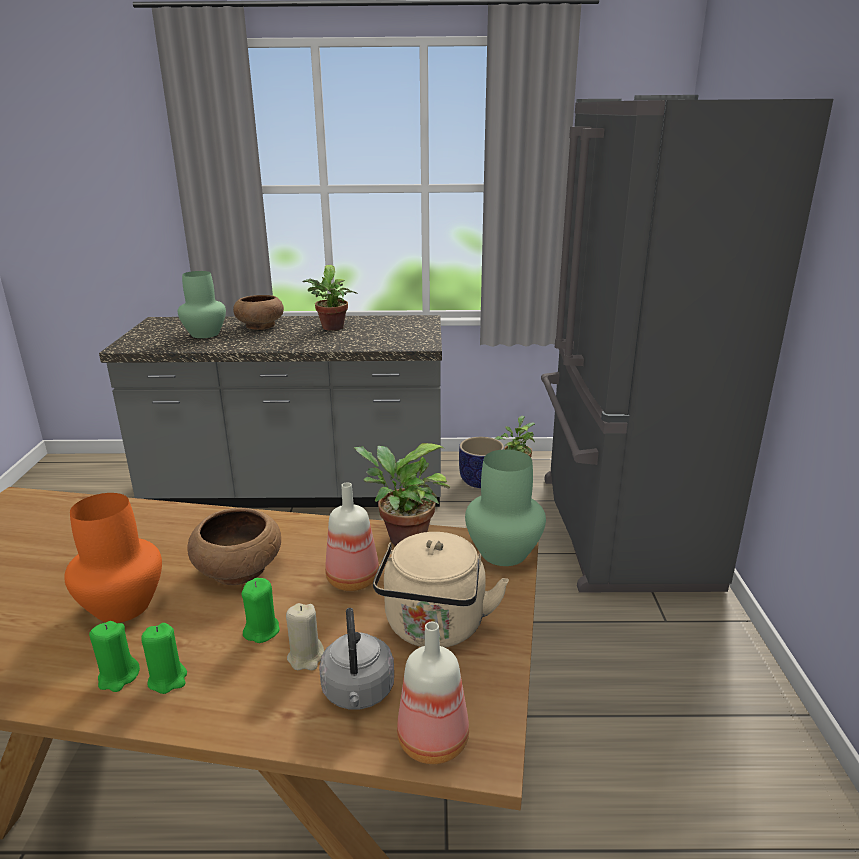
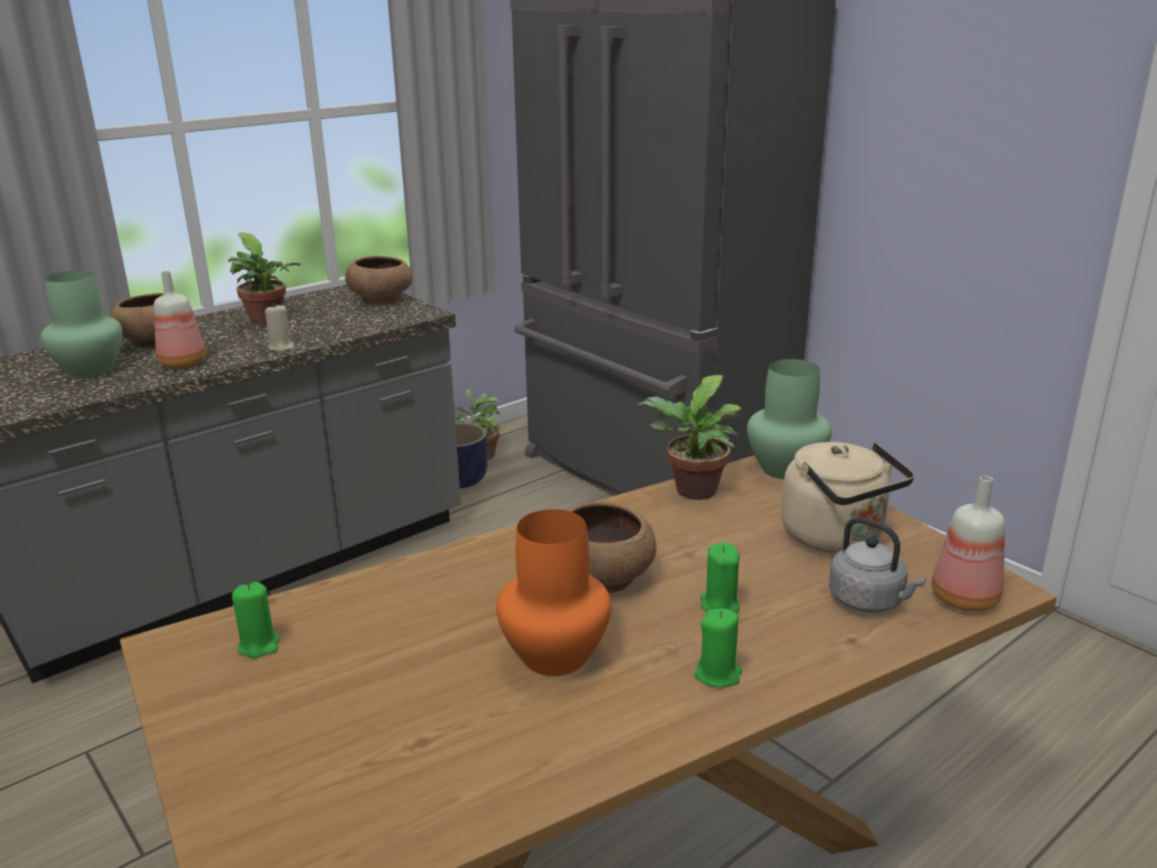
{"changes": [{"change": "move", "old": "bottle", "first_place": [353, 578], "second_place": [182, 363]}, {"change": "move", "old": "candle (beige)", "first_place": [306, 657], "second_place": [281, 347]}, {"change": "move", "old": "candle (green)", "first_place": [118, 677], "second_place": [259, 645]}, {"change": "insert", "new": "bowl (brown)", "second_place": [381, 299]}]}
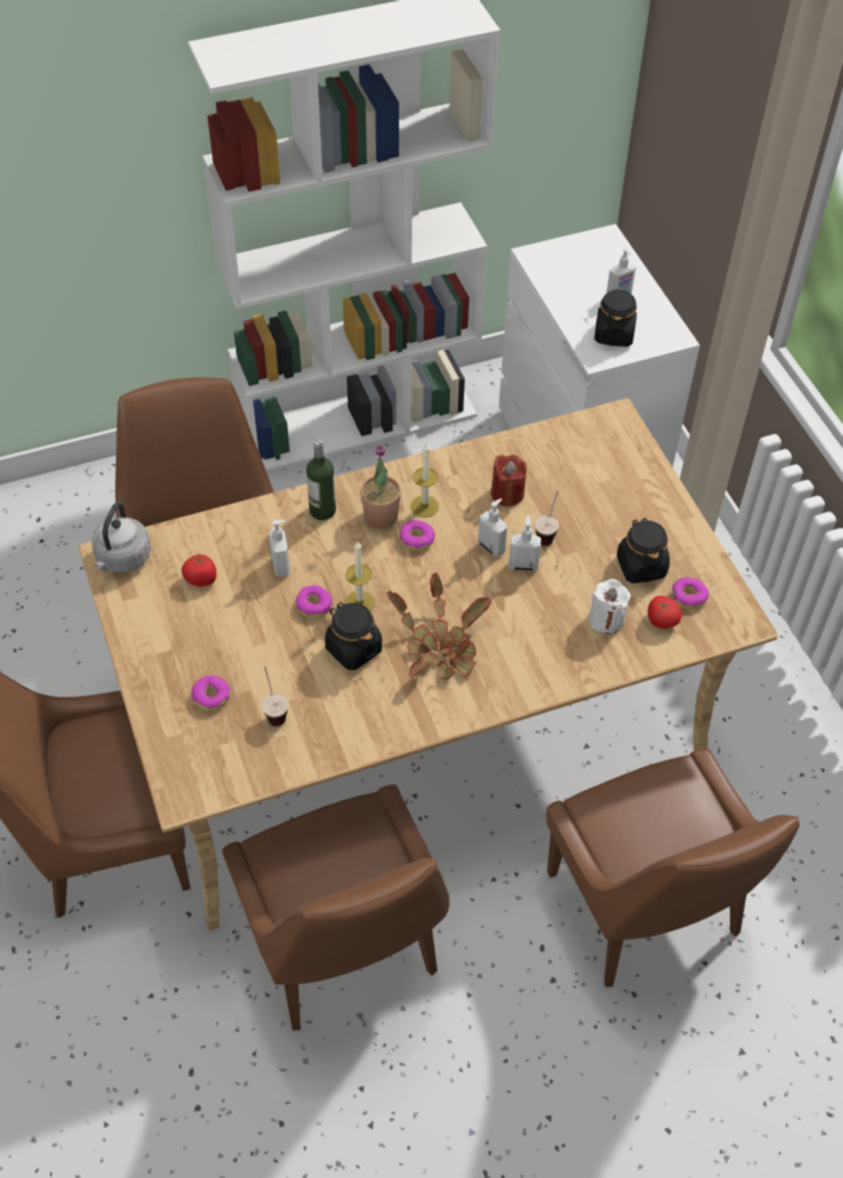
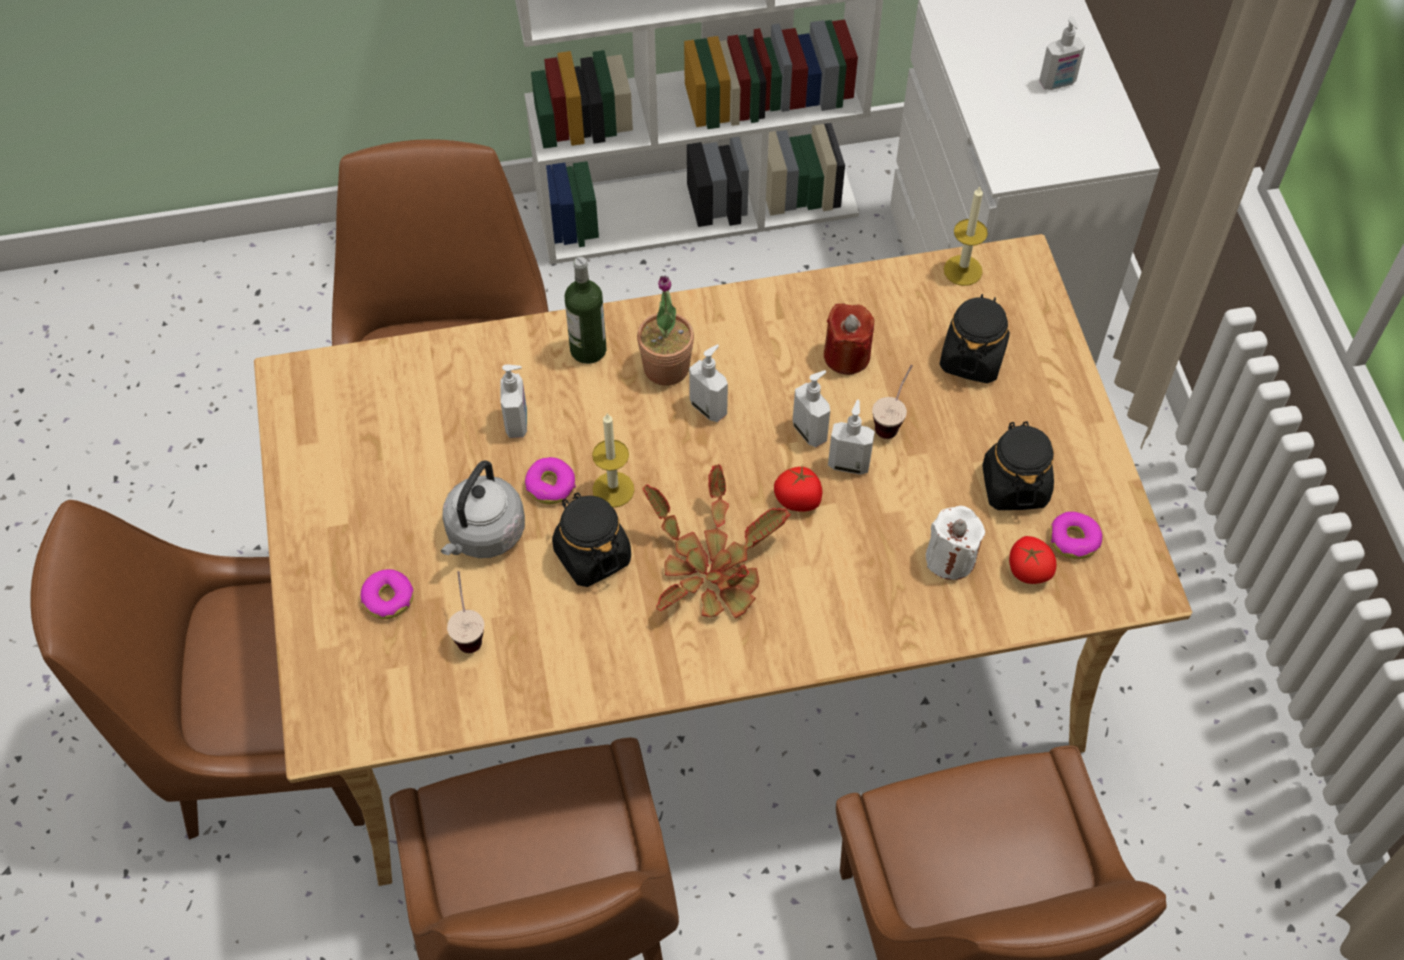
{"changes": [{"change": "move", "old": "jar (black)", "first_place": [613, 334], "second_place": [972, 358]}, {"change": "move", "old": "candle", "first_place": [424, 506], "second_place": [963, 270]}, {"change": "move", "old": "kettle (grey)", "first_place": [122, 559], "second_place": [483, 535]}, {"change": "replace", "old": "donut", "new": "soap dispenser", "first_place": [417, 539], "second_place": [709, 407]}, {"change": "move", "old": "tomato", "first_place": [201, 579], "second_place": [798, 500]}]}
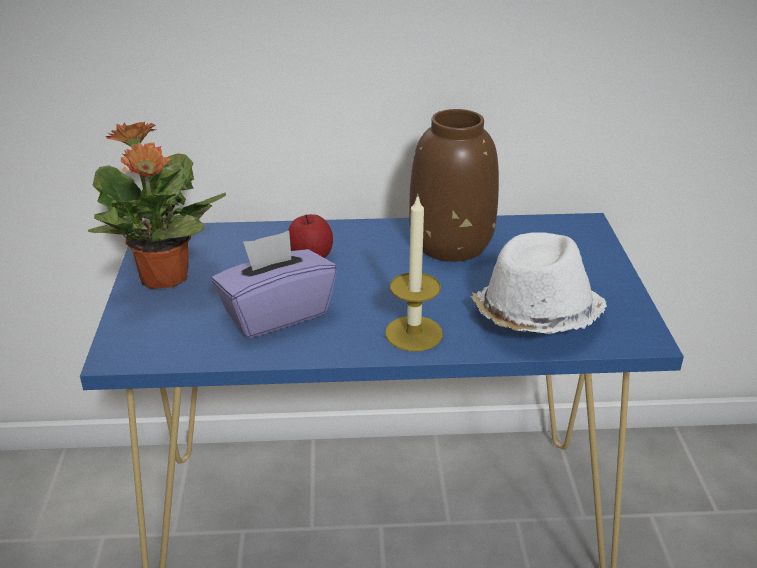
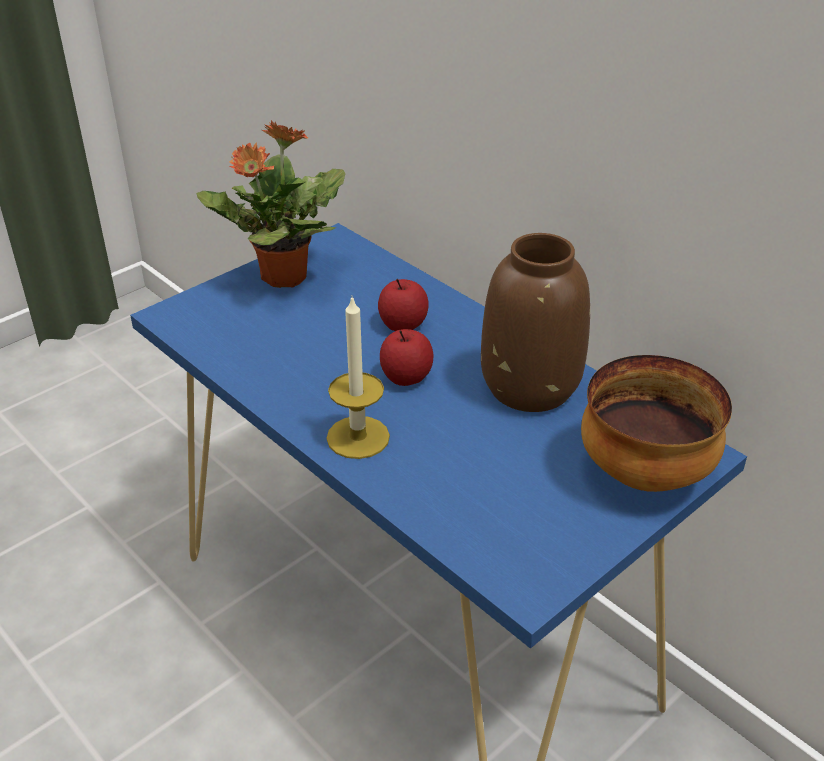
{"changes": [{"change": "delete", "old": "tissue box (purple)", "first_place": [276, 313]}, {"change": "delete", "old": "hat (white)", "first_place": [536, 316]}, {"change": "insert", "new": "apple", "second_place": [406, 377]}, {"change": "insert", "new": "bowl", "second_place": [646, 474]}]}
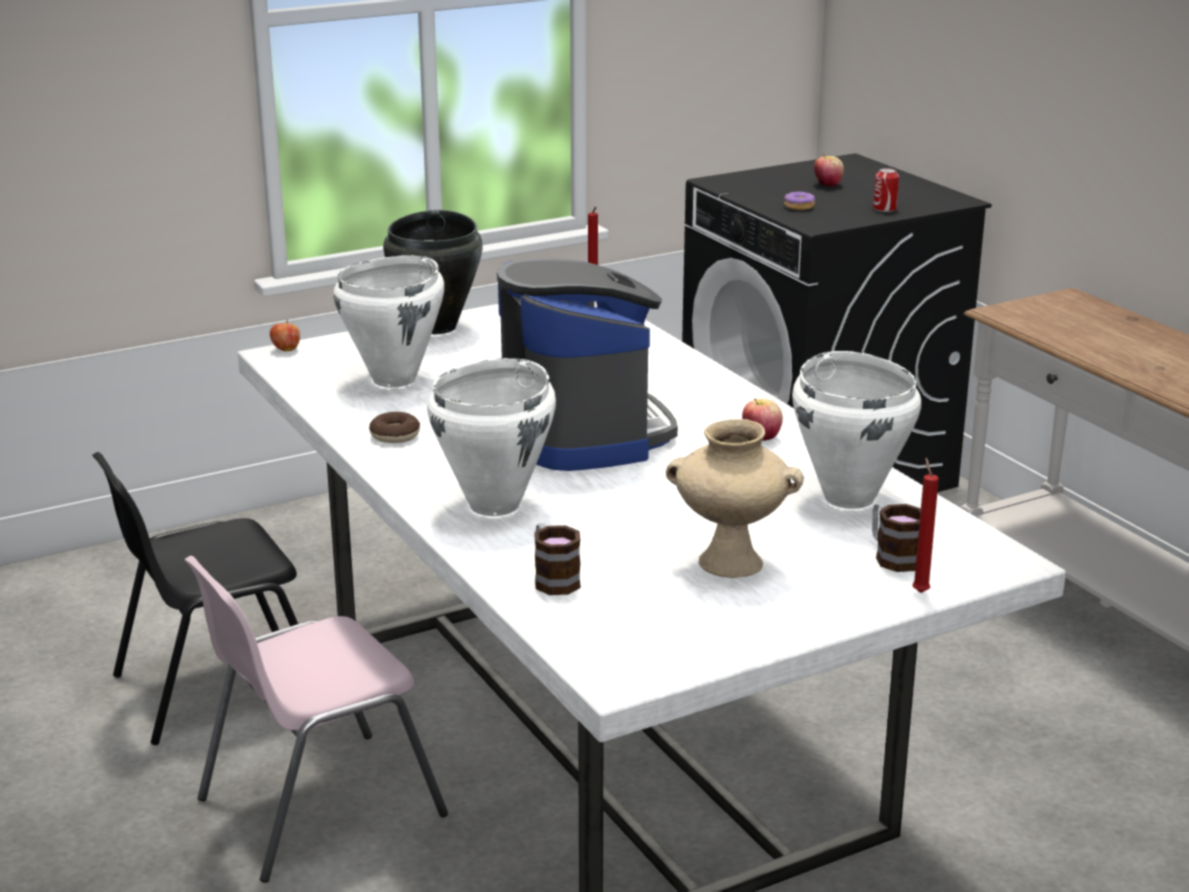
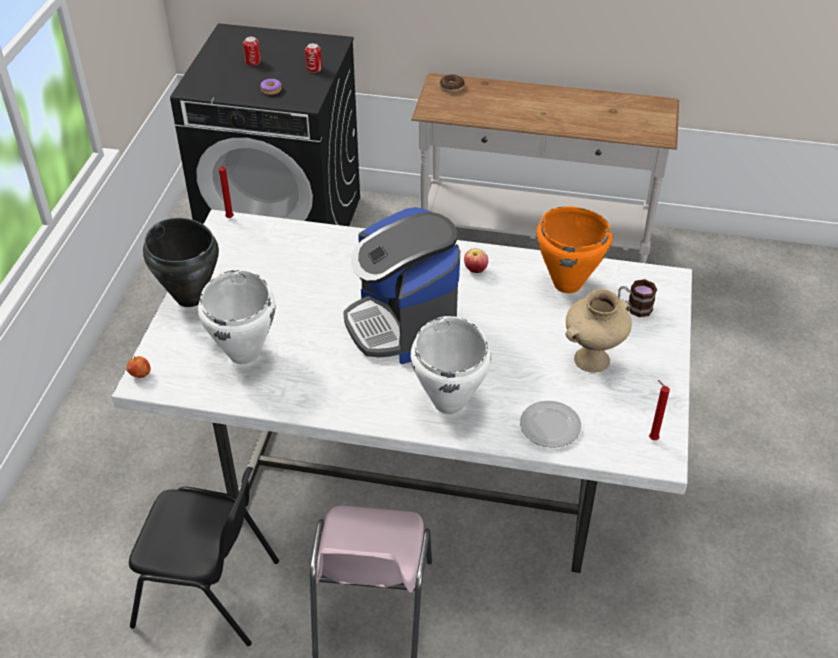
{"changes": [{"change": "replace", "old": "apple", "new": "can", "first_place": [827, 185], "second_place": [253, 62]}, {"change": "rotate", "old": "coffee machine", "first_place": [584, 434], "second_place": [402, 324], "degrees": -135}, {"change": "recolor", "old": "cooking pot (white)", "new": "cooking pot (orange)", "first_place": [849, 497], "second_place": [567, 283]}, {"change": "move", "old": "donut", "first_place": [395, 435], "second_place": [452, 87]}, {"change": "rotate", "old": "chair (black)", "first_place": [215, 687], "second_place": [209, 593], "degrees": -90}, {"change": "move", "old": "candle (red)", "first_place": [919, 591], "second_place": [651, 438]}, {"change": "replace", "old": "mug", "new": "plate", "first_place": [553, 579], "second_place": [549, 427]}]}
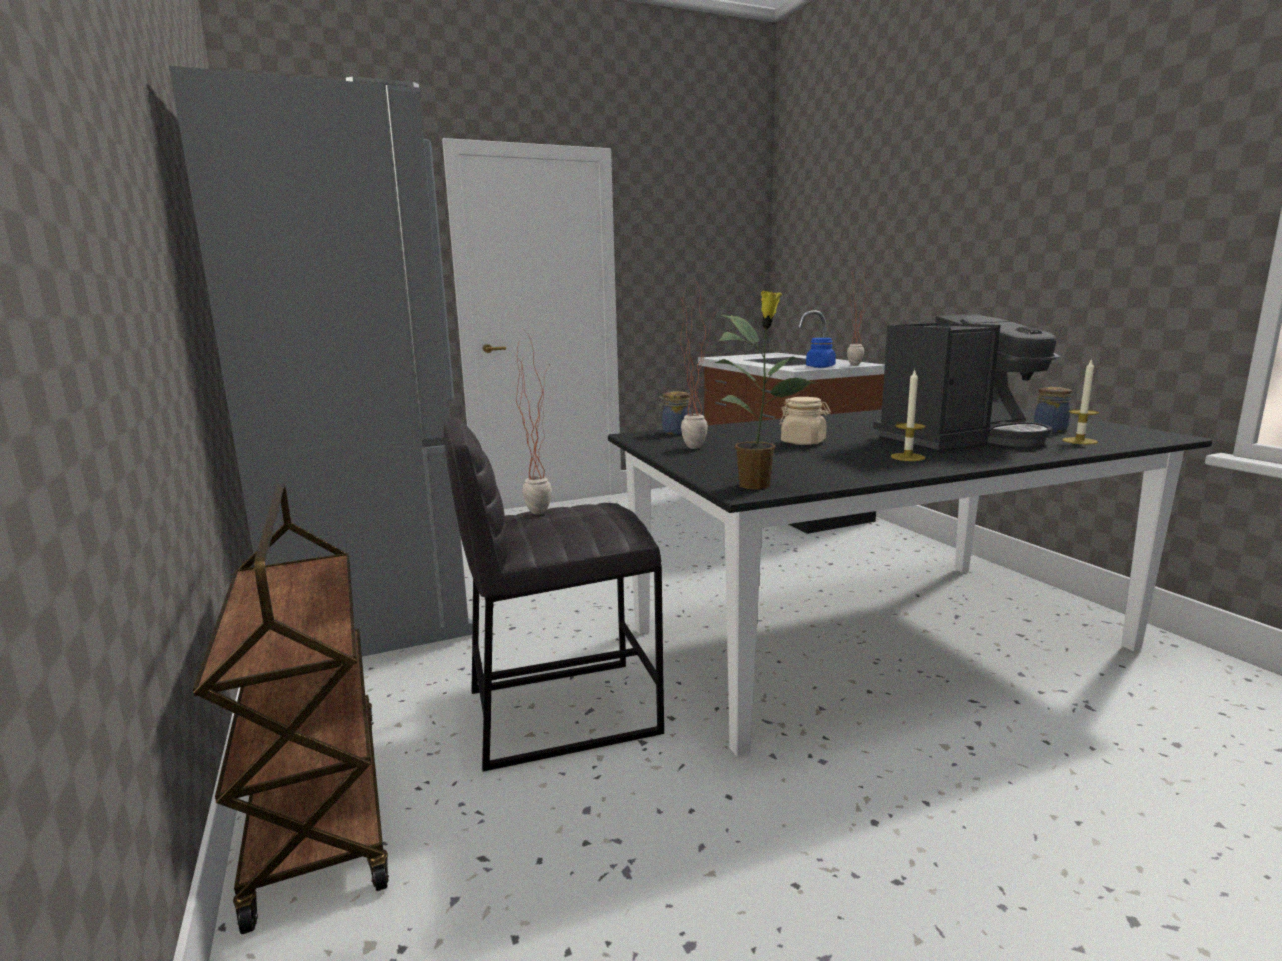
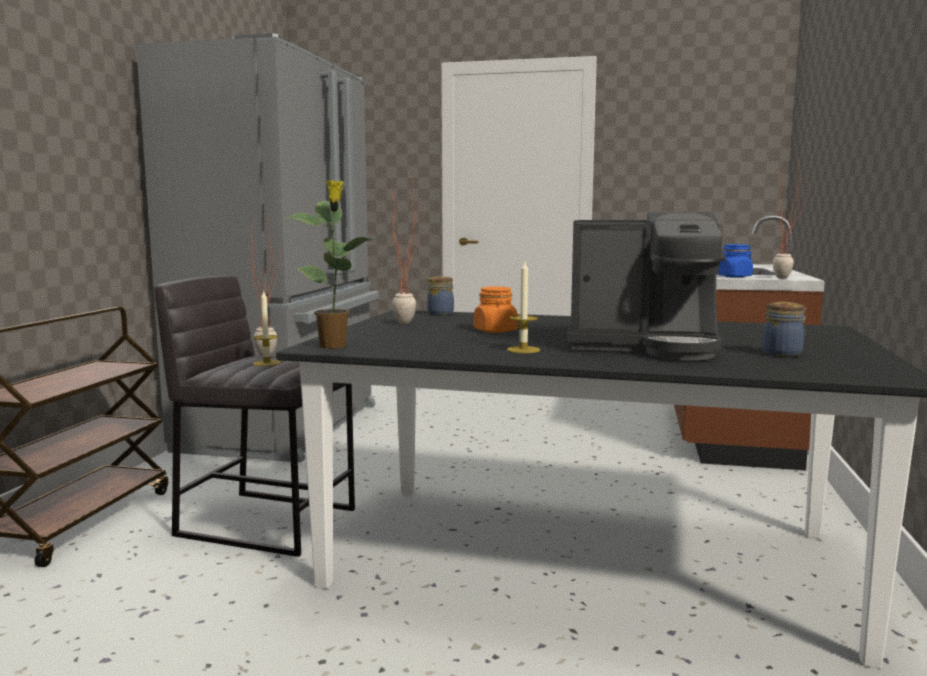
{"changes": [{"change": "move", "old": "candle", "first_place": [1079, 441], "second_place": [266, 363]}, {"change": "recolor", "old": "jar (beige)", "new": "jar (orange)", "first_place": [803, 442], "second_place": [495, 331]}]}
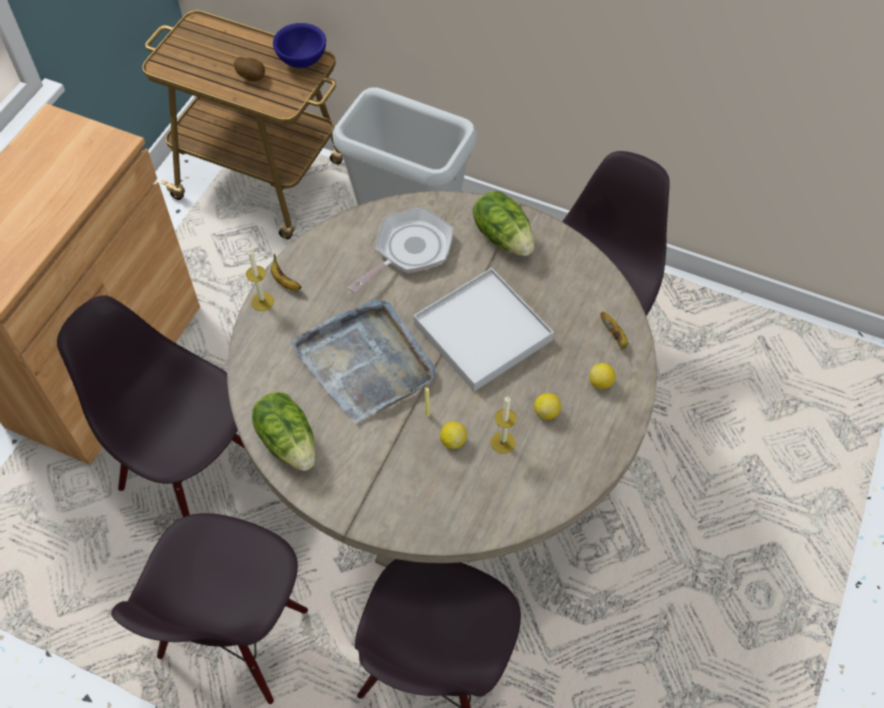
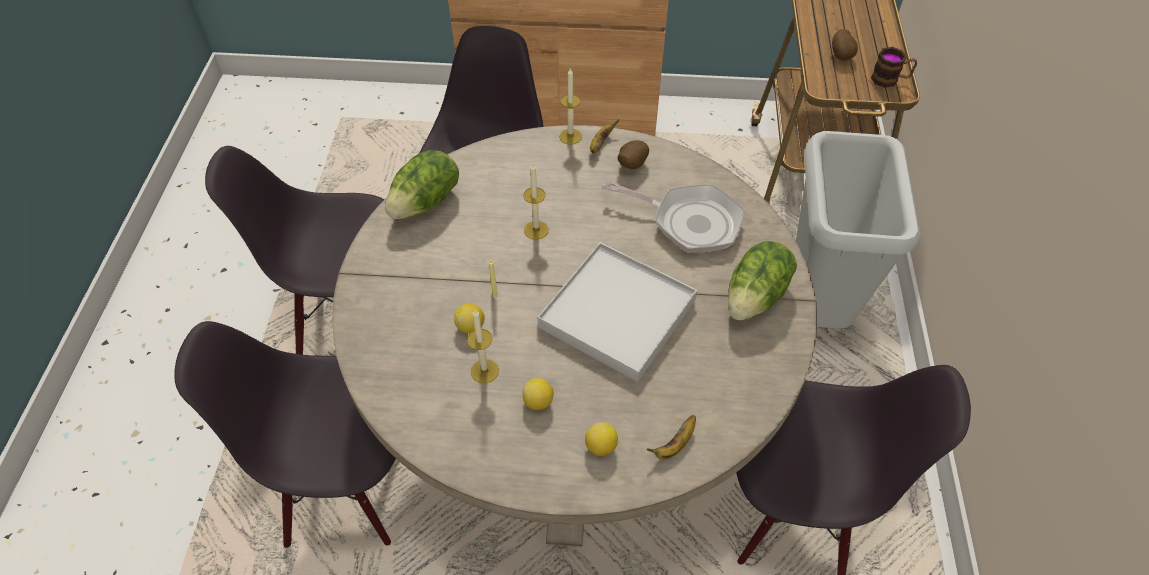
{"changes": [{"change": "replace", "old": "bowl (blue)", "new": "mug", "first_place": [301, 60], "second_place": [890, 79]}, {"change": "replace", "old": "tray (grey)", "new": "candle", "first_place": [366, 362], "second_place": [536, 230]}, {"change": "insert", "new": "potato", "second_place": [631, 165]}]}
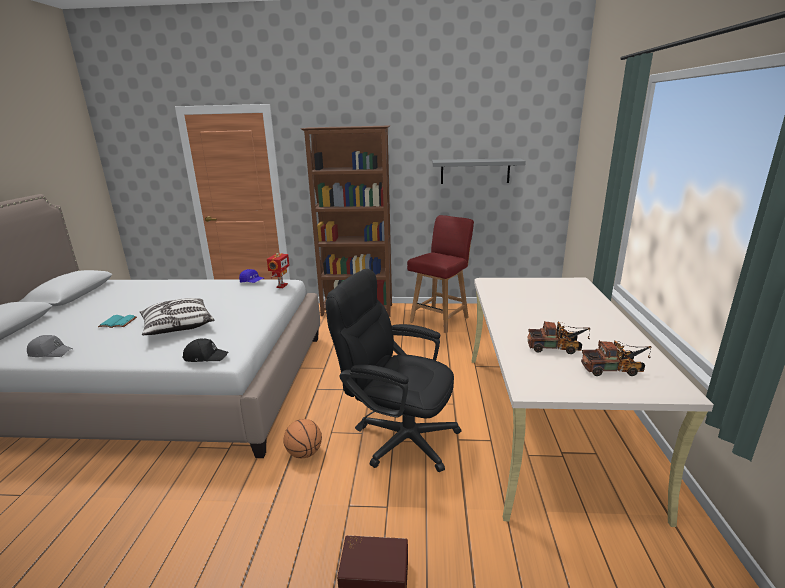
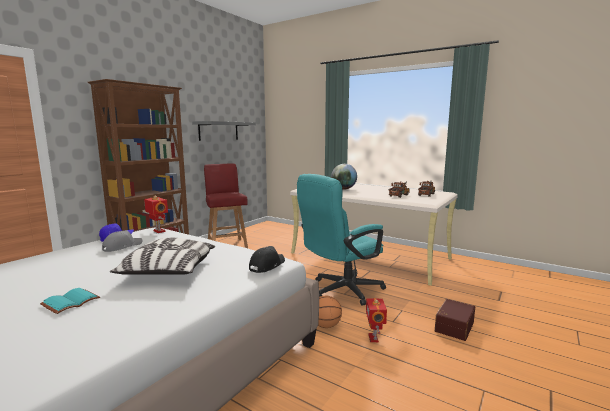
{"changes": [{"change": "recolor", "old": "office chair (black)", "new": "office chair (turquoise)", "first_place": [398, 436], "second_place": [341, 291]}, {"change": "move", "old": "cap (grey)", "first_place": [50, 352], "second_place": [122, 246]}, {"change": "insert", "new": "globe", "second_place": [343, 189]}, {"change": "insert", "new": "toy robot", "second_place": [374, 338]}]}
